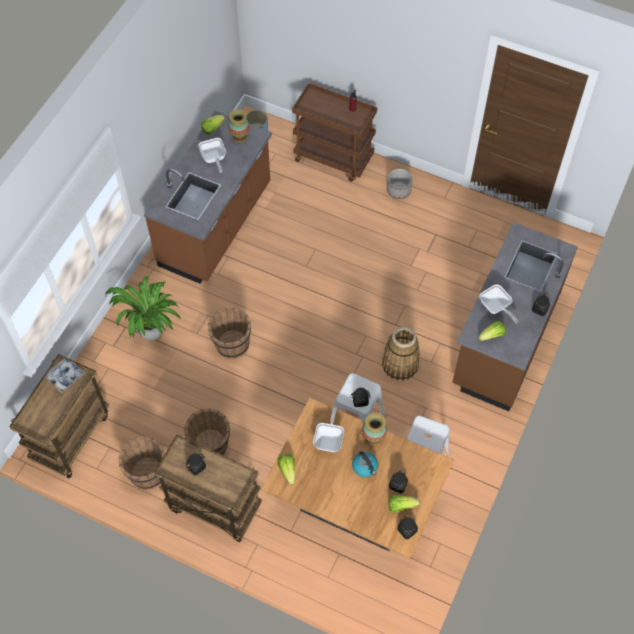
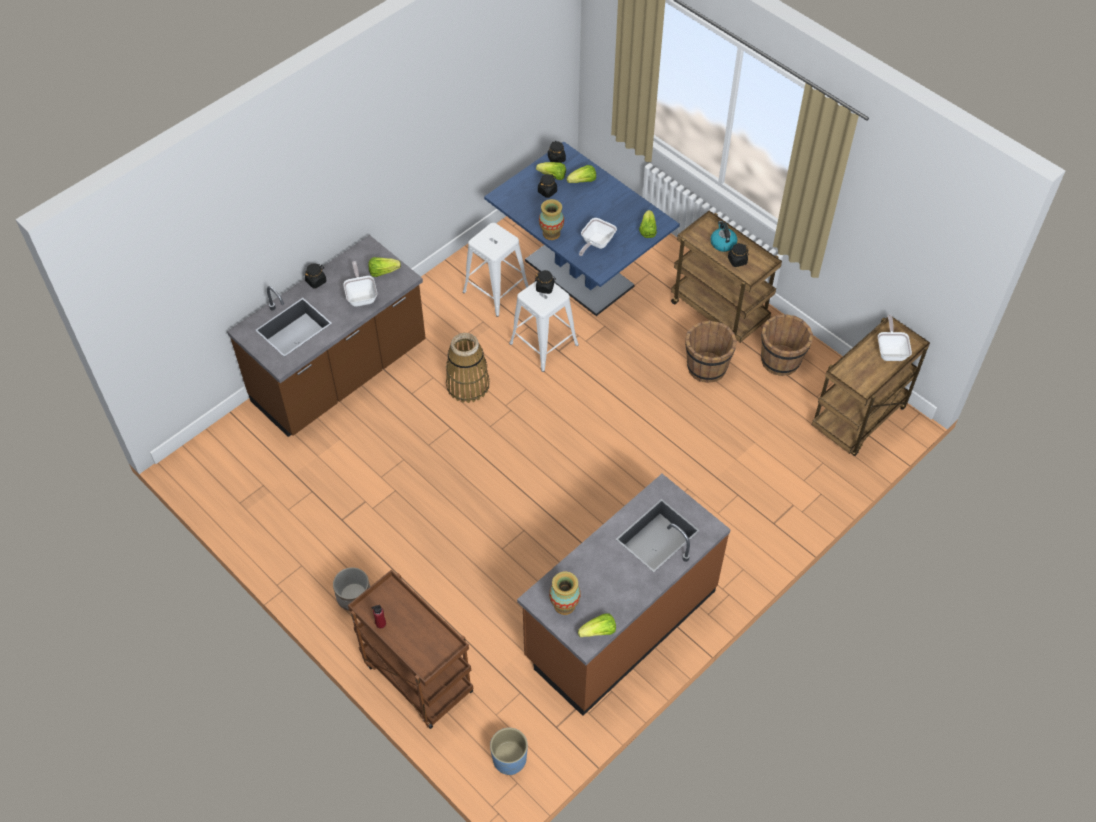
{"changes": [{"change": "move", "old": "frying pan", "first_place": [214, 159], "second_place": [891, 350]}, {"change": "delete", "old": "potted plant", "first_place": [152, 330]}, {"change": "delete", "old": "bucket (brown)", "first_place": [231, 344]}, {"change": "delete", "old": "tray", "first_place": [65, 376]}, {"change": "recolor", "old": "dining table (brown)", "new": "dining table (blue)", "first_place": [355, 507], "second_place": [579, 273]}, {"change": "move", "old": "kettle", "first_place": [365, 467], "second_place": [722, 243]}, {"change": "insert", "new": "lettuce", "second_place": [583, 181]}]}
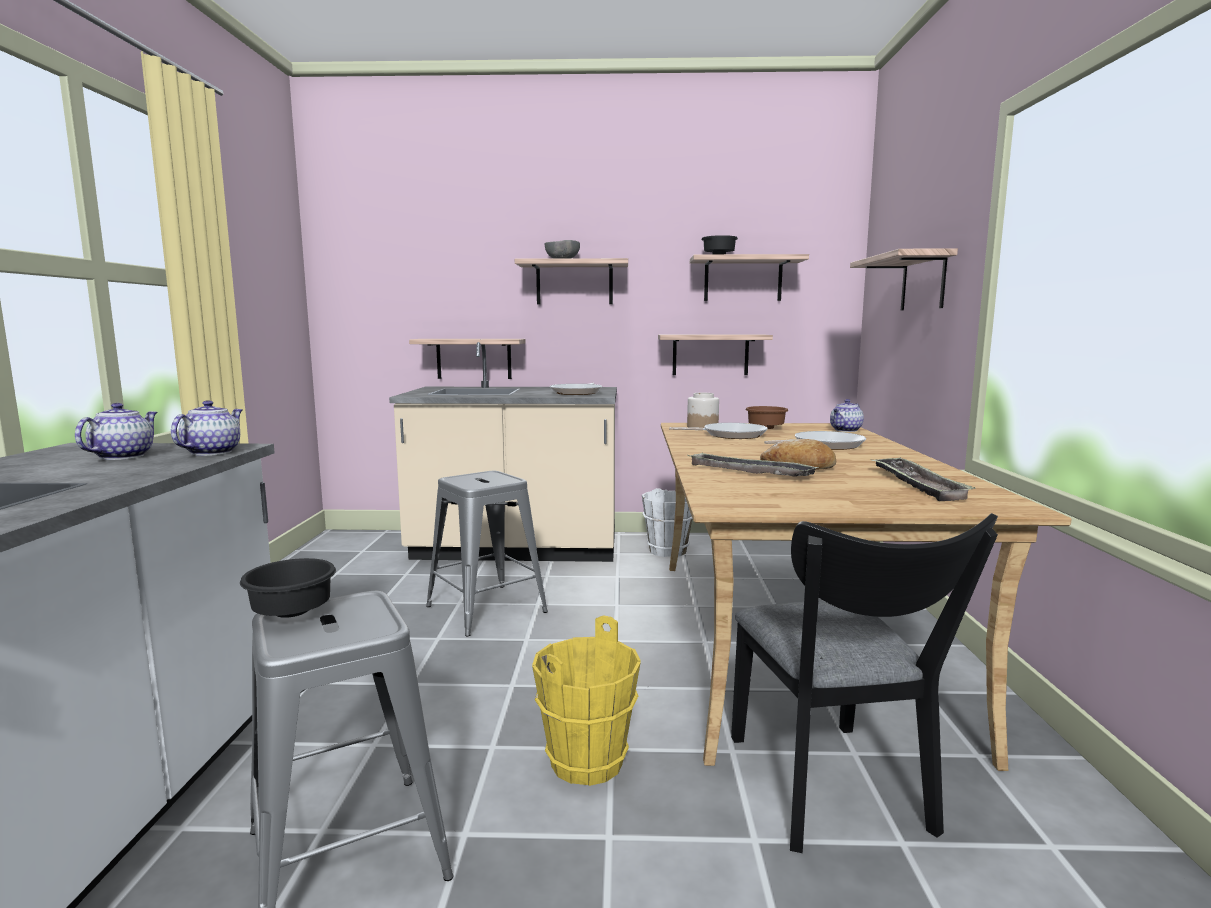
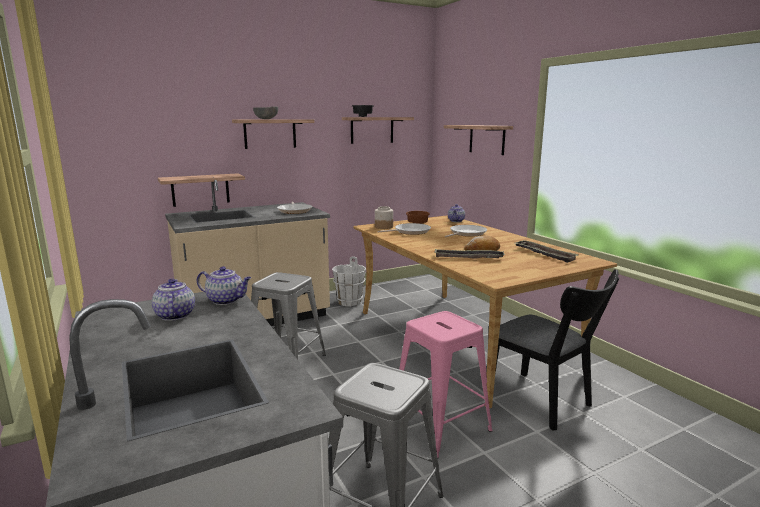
{"changes": [{"change": "delete", "old": "shelf", "first_place": [710, 354]}, {"change": "rotate", "old": "teapot", "first_place": [212, 452], "second_place": [226, 300], "degrees": 120}, {"change": "delete", "old": "bowl (black)", "first_place": [289, 613]}, {"change": "replace", "old": "bucket (yellow)", "new": "stool (pink)", "first_place": [588, 762], "second_place": [439, 425]}]}
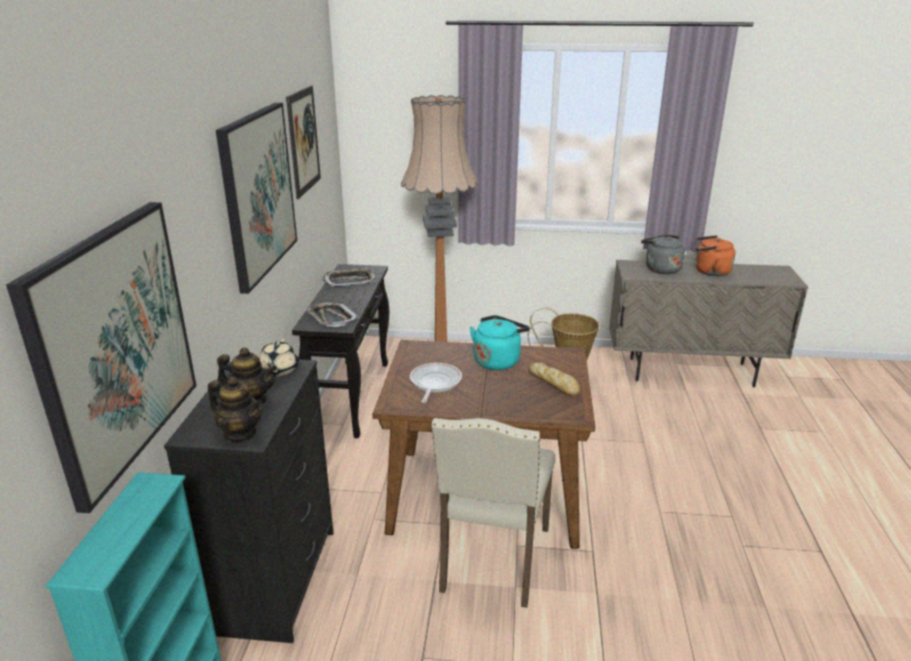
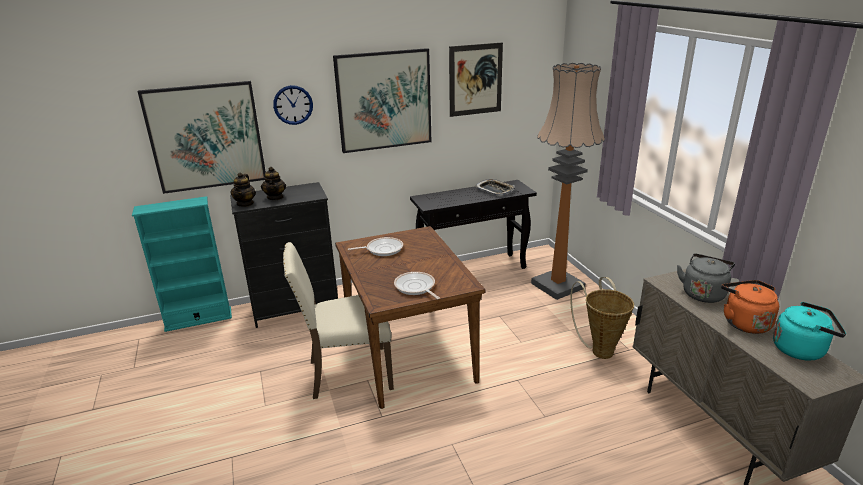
{"changes": [{"change": "delete", "old": "tray", "first_place": [331, 318]}, {"change": "move", "old": "kettle (turquoise)", "first_place": [498, 360], "second_place": [801, 349]}, {"change": "delete", "old": "teapot (beige)", "first_place": [279, 370]}, {"change": "replace", "old": "bread", "new": "frying pan", "first_place": [554, 384], "second_place": [416, 287]}, {"change": "insert", "new": "wall clock", "second_place": [293, 105]}]}
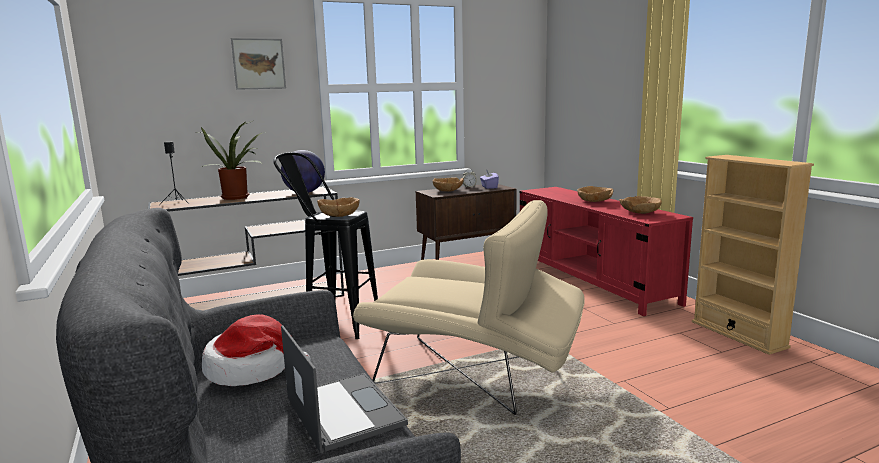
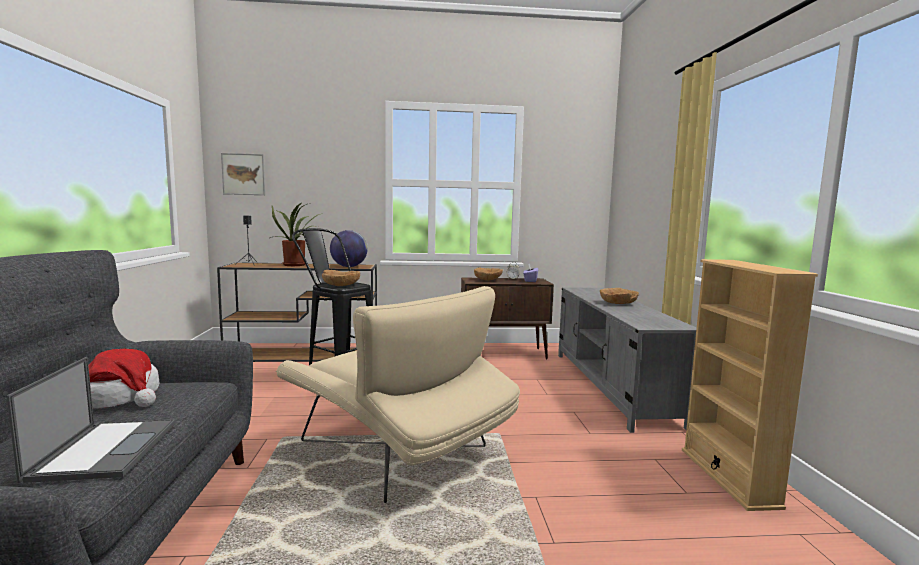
{"changes": [{"change": "move", "old": "picture", "first_place": [259, 64], "second_place": [243, 174]}, {"change": "recolor", "old": "tv stand (red)", "new": "tv stand (grey)", "first_place": [592, 280], "second_place": [611, 386]}, {"change": "delete", "old": "bowl (brown)", "first_place": [639, 212]}]}
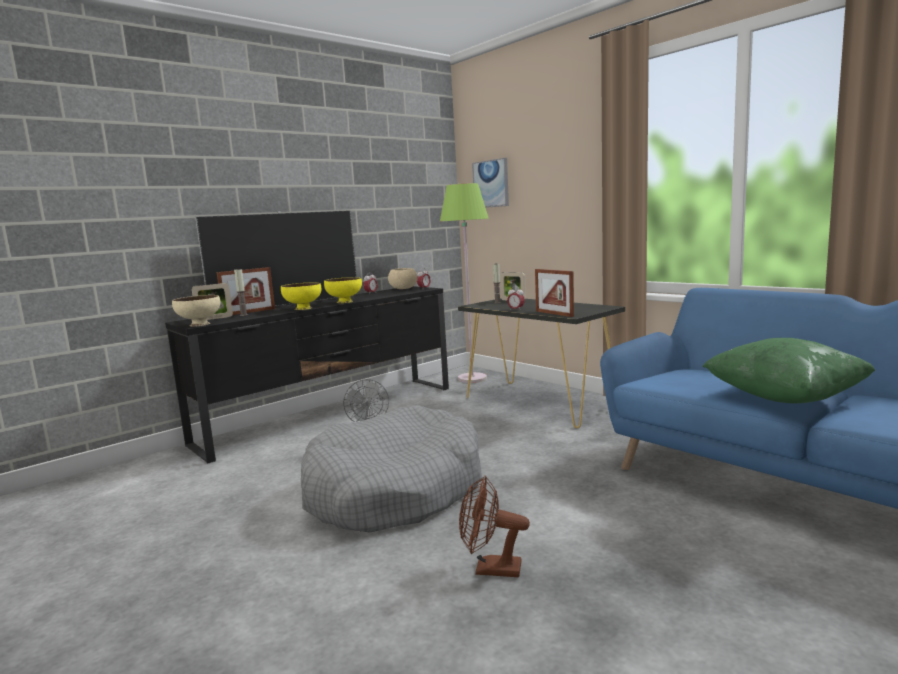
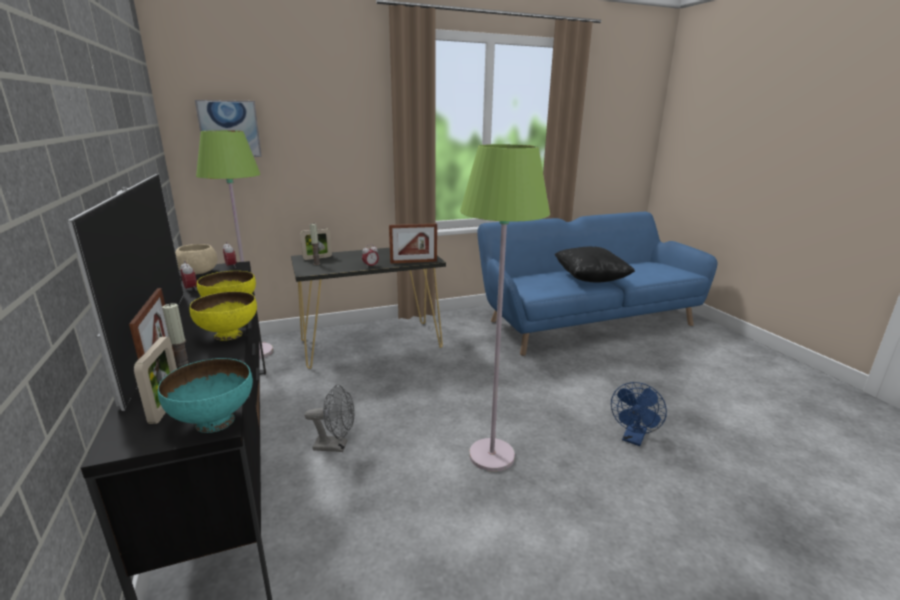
{"changes": [{"change": "recolor", "old": "bowl (beige)", "new": "bowl (turquoise)", "first_place": [200, 324], "second_place": [213, 421]}, {"change": "recolor", "old": "pillow (green)", "new": "pillow (black)", "first_place": [784, 397], "second_place": [590, 279]}, {"change": "replace", "old": "dog bed (grey)", "new": "floor lamp (green)", "first_place": [394, 490], "second_place": [491, 455]}, {"change": "recolor", "old": "fan (brown)", "new": "fan (blue)", "first_place": [490, 569], "second_place": [633, 439]}]}
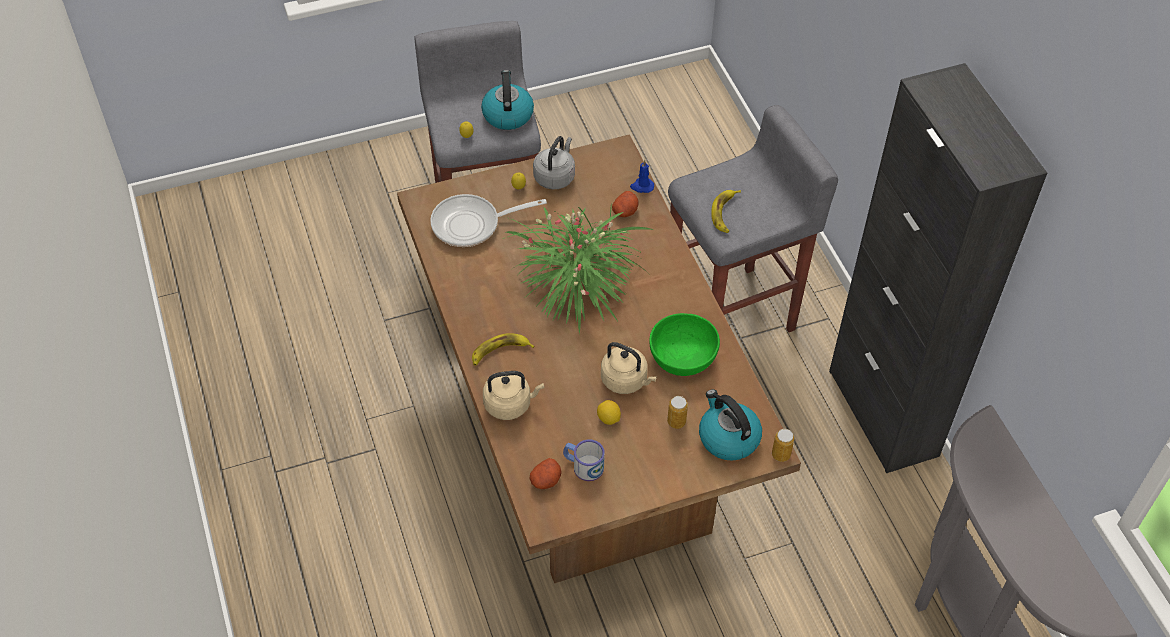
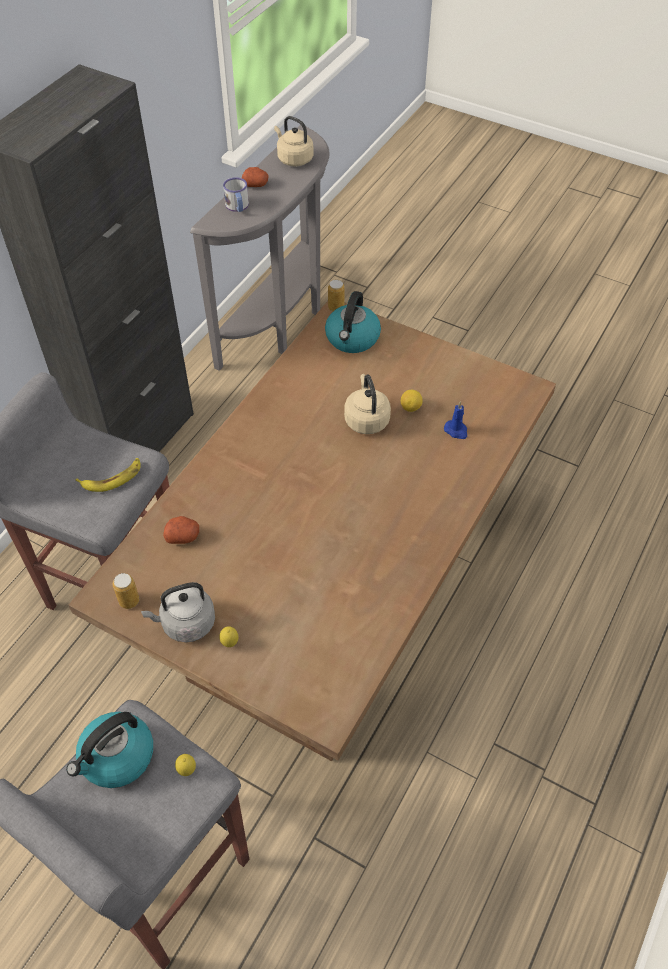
{"changes": [{"change": "move", "old": "candle (blue)", "first_place": [642, 186], "second_place": [456, 431]}, {"change": "delete", "old": "frying pan", "first_place": [472, 224]}, {"change": "delete", "old": "potted plant", "first_place": [576, 283]}, {"change": "delete", "old": "bowl (green)", "first_place": [682, 357]}, {"change": "delete", "old": "banana", "first_place": [500, 352]}, {"change": "move", "old": "kettle (beige)", "first_place": [510, 404], "second_place": [293, 159]}, {"change": "move", "old": "can", "first_place": [676, 422], "second_place": [129, 601]}, {"change": "move", "old": "mug", "first_place": [583, 465], "second_place": [238, 207]}, {"change": "move", "old": "potato", "first_place": [546, 480], "second_place": [256, 184]}]}
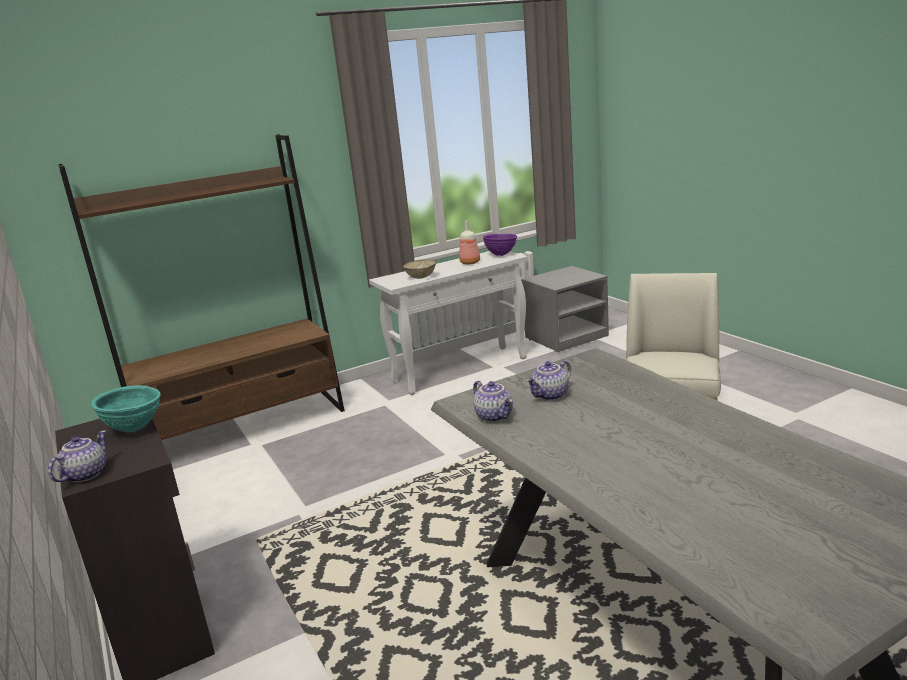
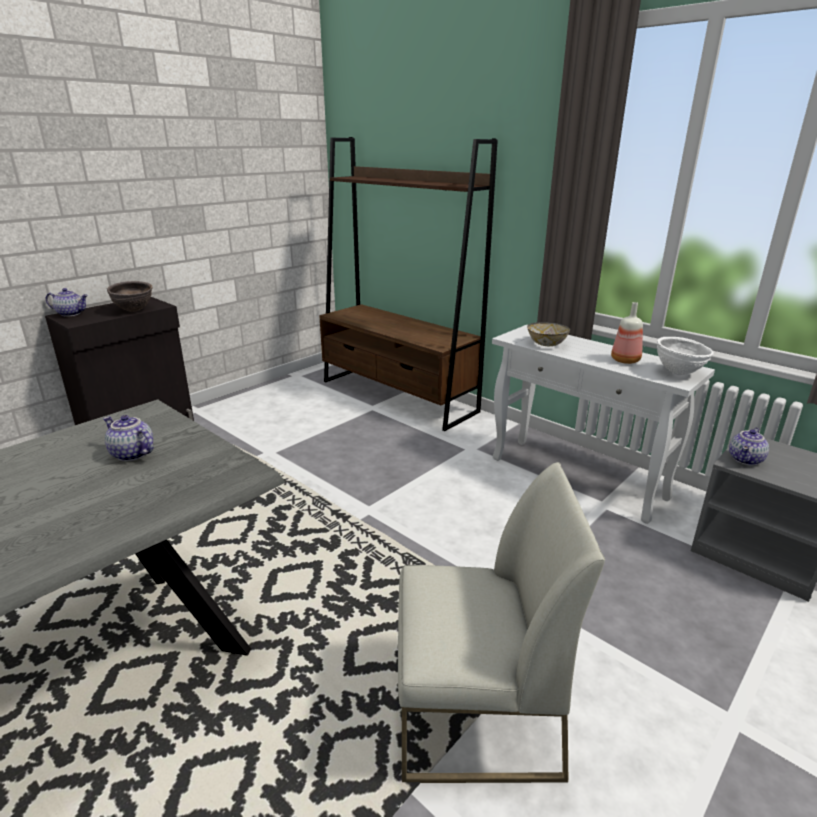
{"changes": [{"change": "recolor", "old": "bowl (purple)", "new": "bowl (white)", "first_place": [501, 255], "second_place": [678, 373]}, {"change": "move", "old": "teapot", "first_place": [495, 416], "second_place": [746, 460]}, {"change": "recolor", "old": "bowl (turquoise)", "new": "bowl (brown)", "first_place": [135, 429], "second_place": [134, 311]}]}
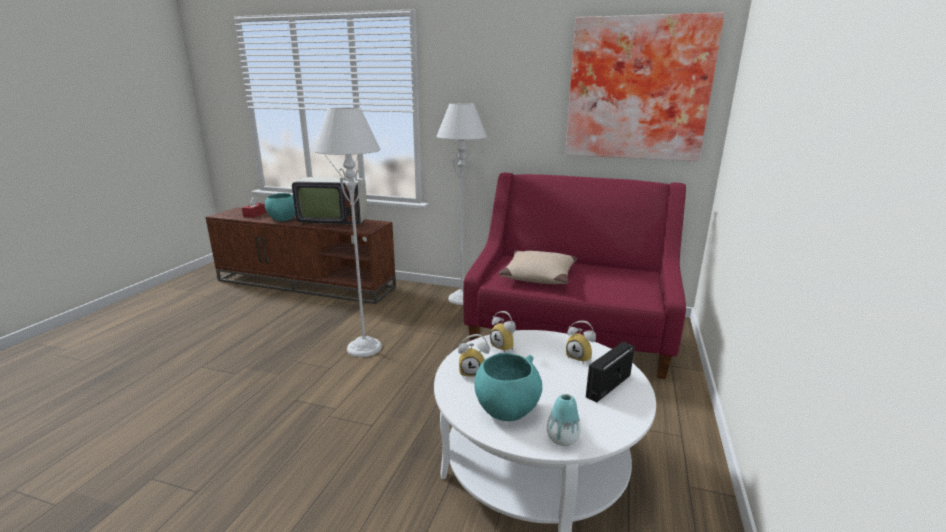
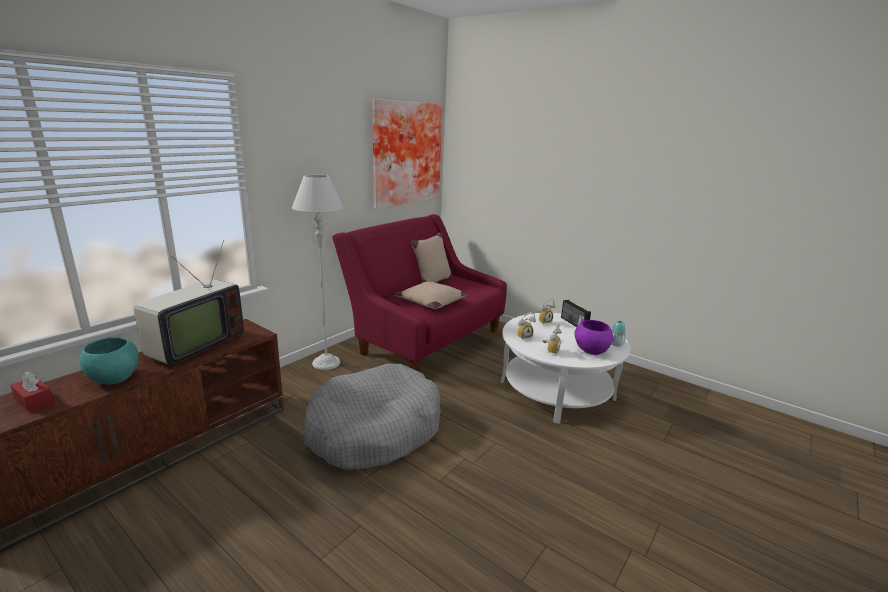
{"changes": [{"change": "replace", "old": "floor lamp (grey)", "new": "dog bed (grey)", "first_place": [364, 348], "second_place": [374, 430]}, {"change": "recolor", "old": "bowl (turquoise)", "new": "bowl (purple)", "first_place": [506, 410], "second_place": [590, 351]}, {"change": "insert", "new": "pillow (beige)", "second_place": [432, 281]}]}
